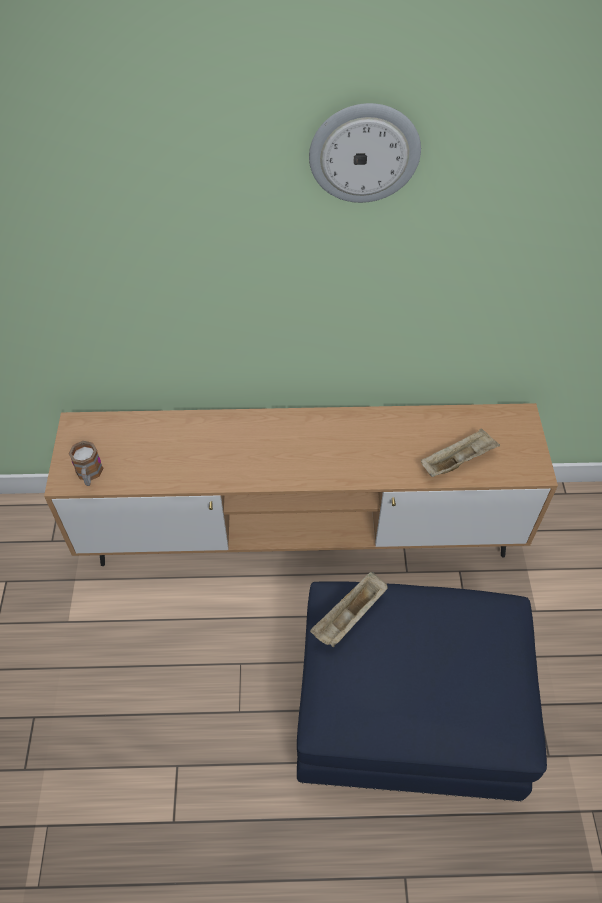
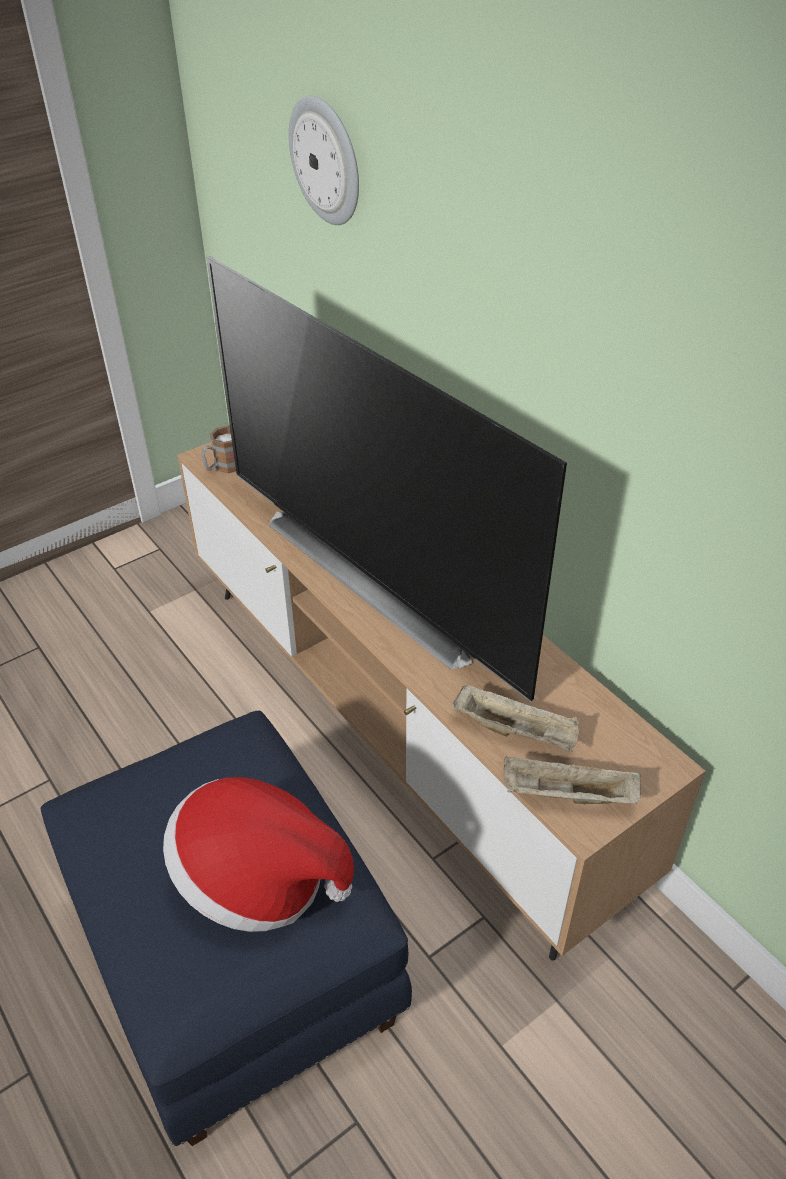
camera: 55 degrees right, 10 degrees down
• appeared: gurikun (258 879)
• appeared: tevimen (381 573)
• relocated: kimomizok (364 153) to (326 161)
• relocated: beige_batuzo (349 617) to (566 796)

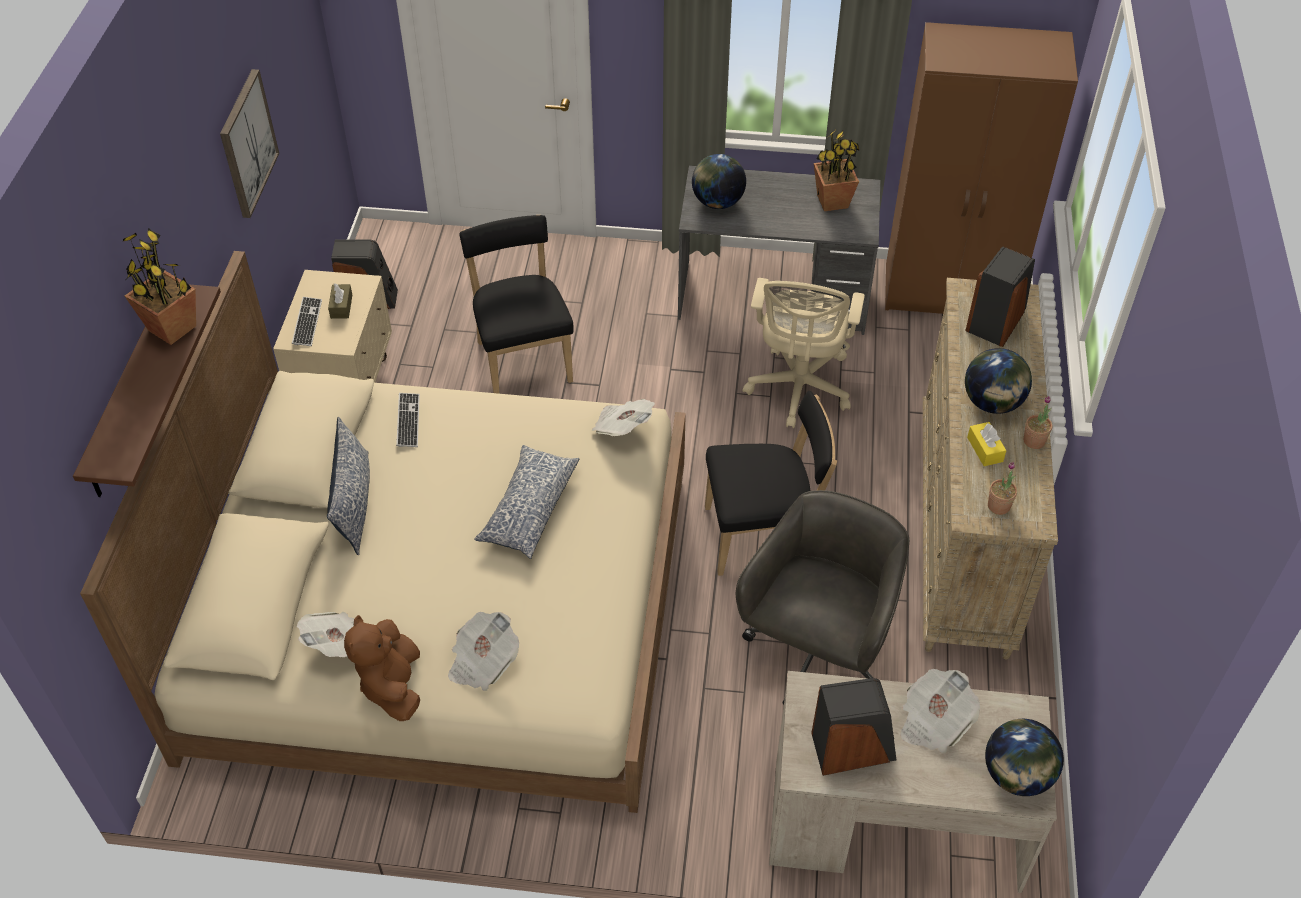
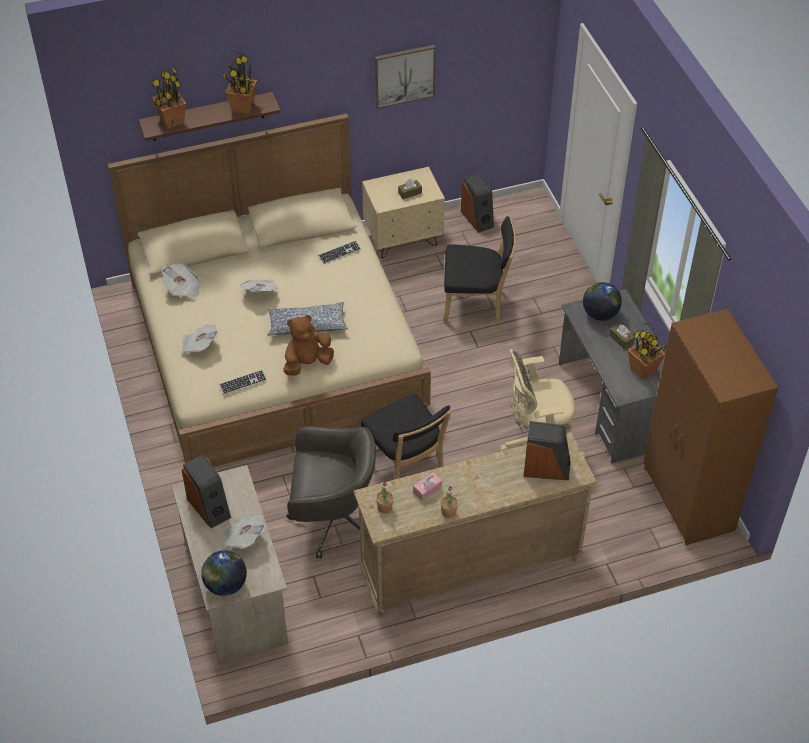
camera: 65 degrees right, 0 degrees up
• missing: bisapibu (354 502)
• missing: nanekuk (992 403)
• appeared: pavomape (171 121)
• appeared: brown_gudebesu (621 339)
• relocated: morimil (307 323) to (243 383)
• relocated: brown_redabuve (392 685) to (307 363)
• relocated: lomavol (622 427) to (261 292)
• colour: yellow_gudebesu (985 449) to pink_gudebesu (427 490)
• spun: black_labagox (523 358) = (476 304) 45 degrees clockwise

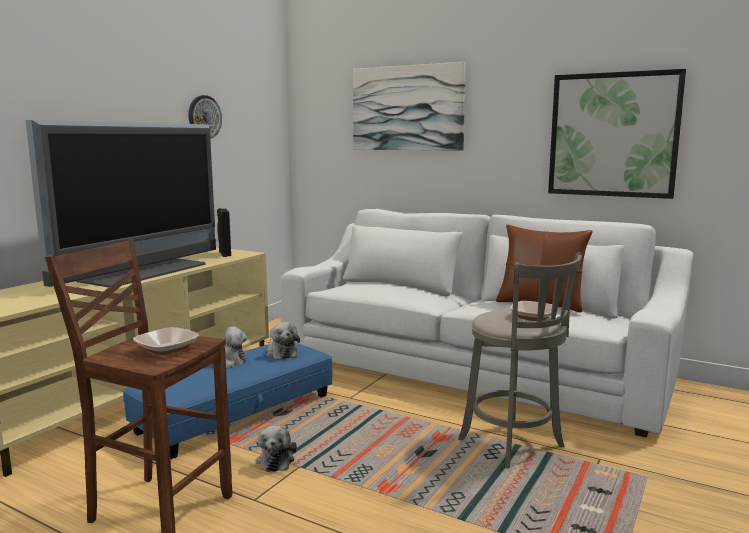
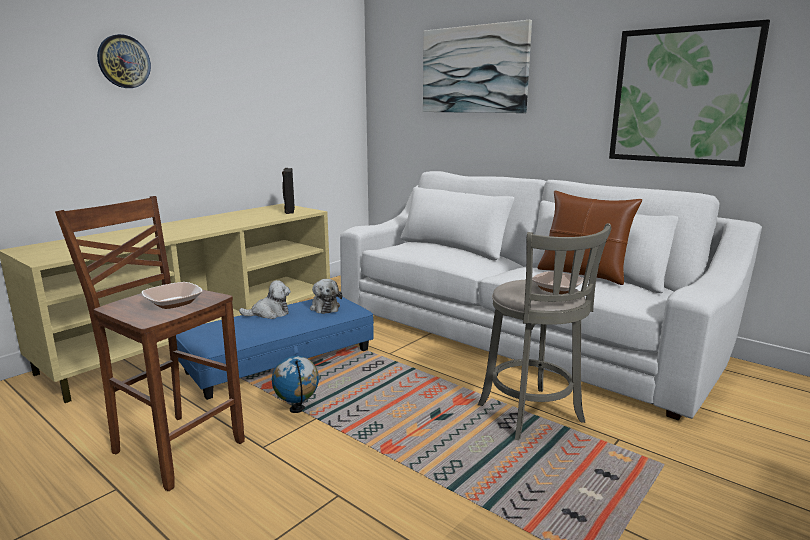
camera: 10 degrees right, 5 degrees up
• missing: tevimen (145 272)
• relocated: kimomizok (204 117) to (124 61)
• exchanged: redabuve (275 460) to nanekuk (297 409)

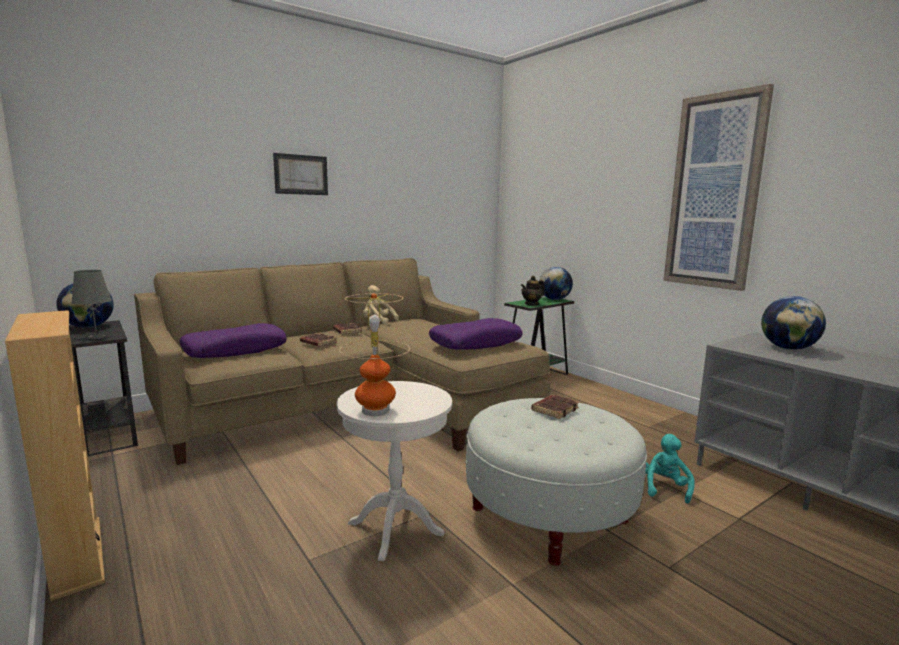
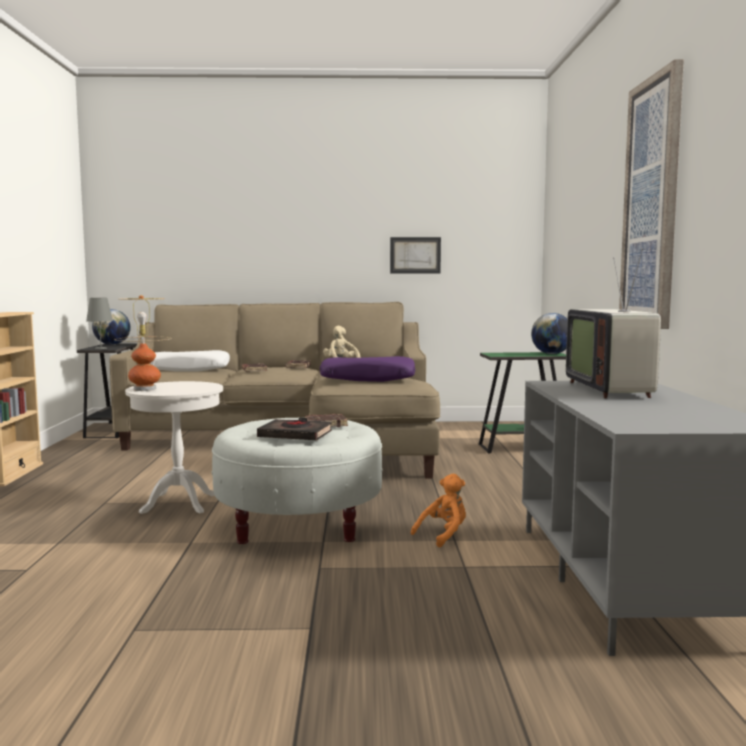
camera: 35 degrees right, 5 degrees down
• missing: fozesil (532 304)
• appeared: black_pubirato (295 435)
• relocated: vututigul (301 174) to (415 255)
• exchanged: nanekuk (788 348) to tevimen (613 389)
• colour: purple_bisapibu (235 350) to white_bisapibu (188 369)
• colour: turquoise_redabuve (664 488) to orange_redabuve (443 535)

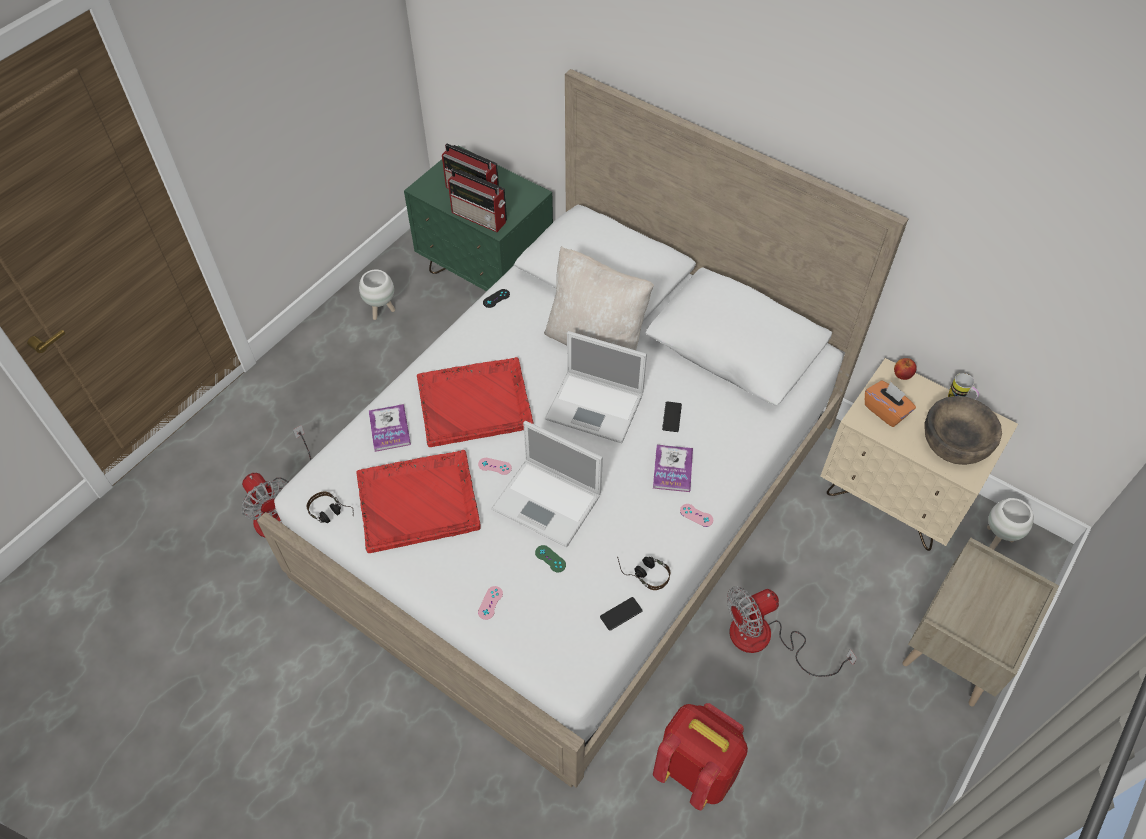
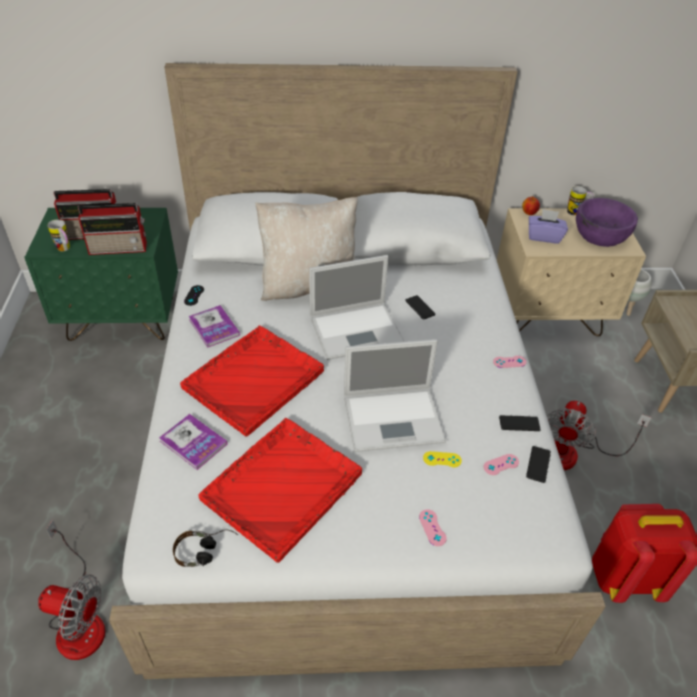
camera: 40 degrees left, 10 degrees down
• missing: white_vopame (382 311)
• appeared: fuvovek (65 249)
• relocated: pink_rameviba (494 466) to (501 464)
• relocated: pubirato (672 469) to (214 327)
• exchanged: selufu (643 572) to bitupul (519 423)
• colour: green_rameviba (550 559) to yellow_rameviba (442 459)
• colour: orange_gudebesu (885 411) to purple_gudebesu (544 236)
• colour: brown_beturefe (955 442) to purple_beturefe (600 234)

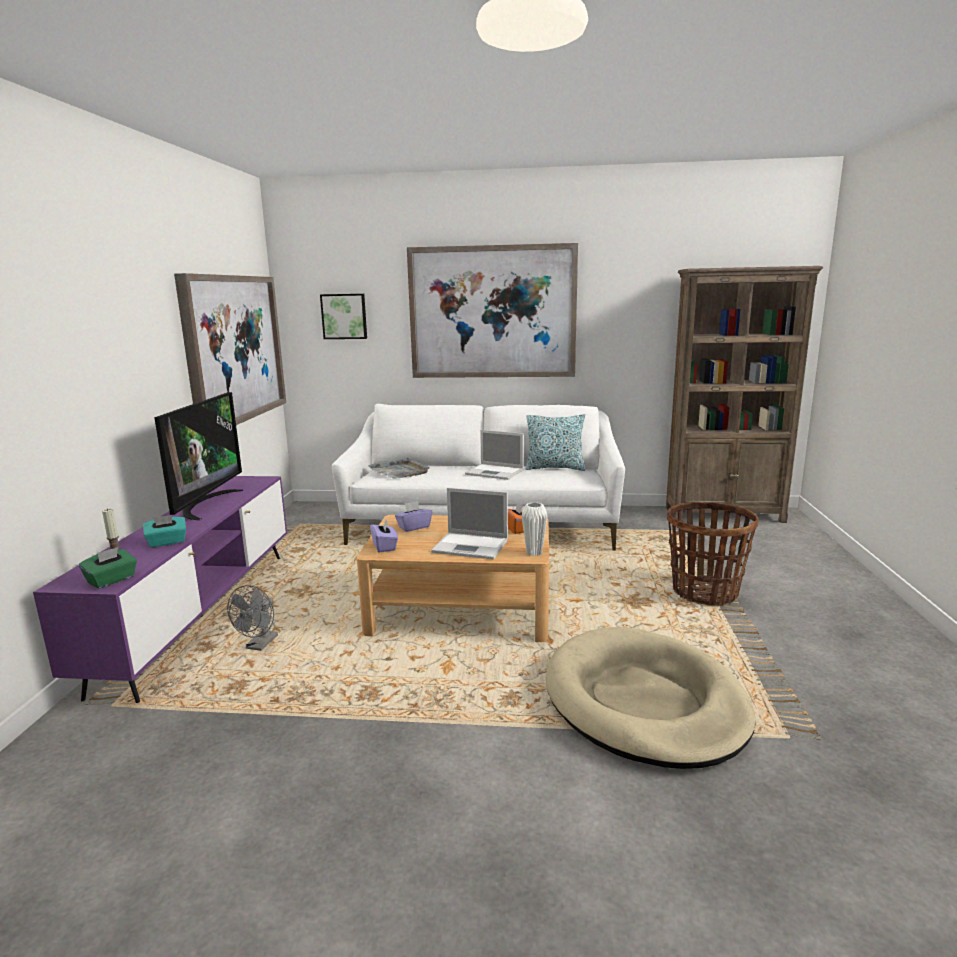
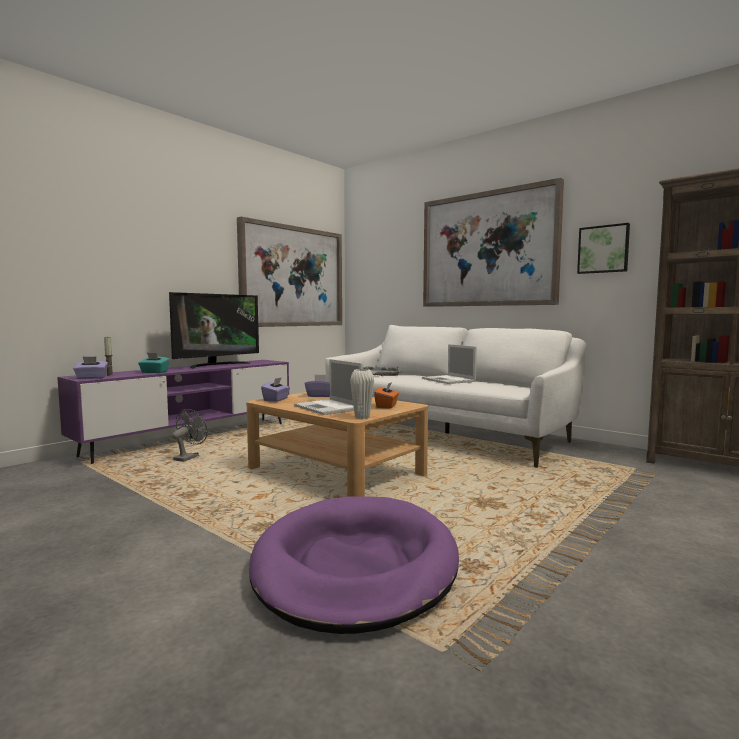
camera: 35 degrees right, 10 degrees down
• missing: bisapibu (555 468)
• missing: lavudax (704 592)
• relocated: vututigul (344 316) to (603 249)
• colour: green_gudebesu (112 580) to purple_gudebesu (91 378)
• colour: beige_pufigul (644 701) to purple_pufigul (355 566)
• spun: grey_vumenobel (259 645) = (189 457) 150 degrees clockwise

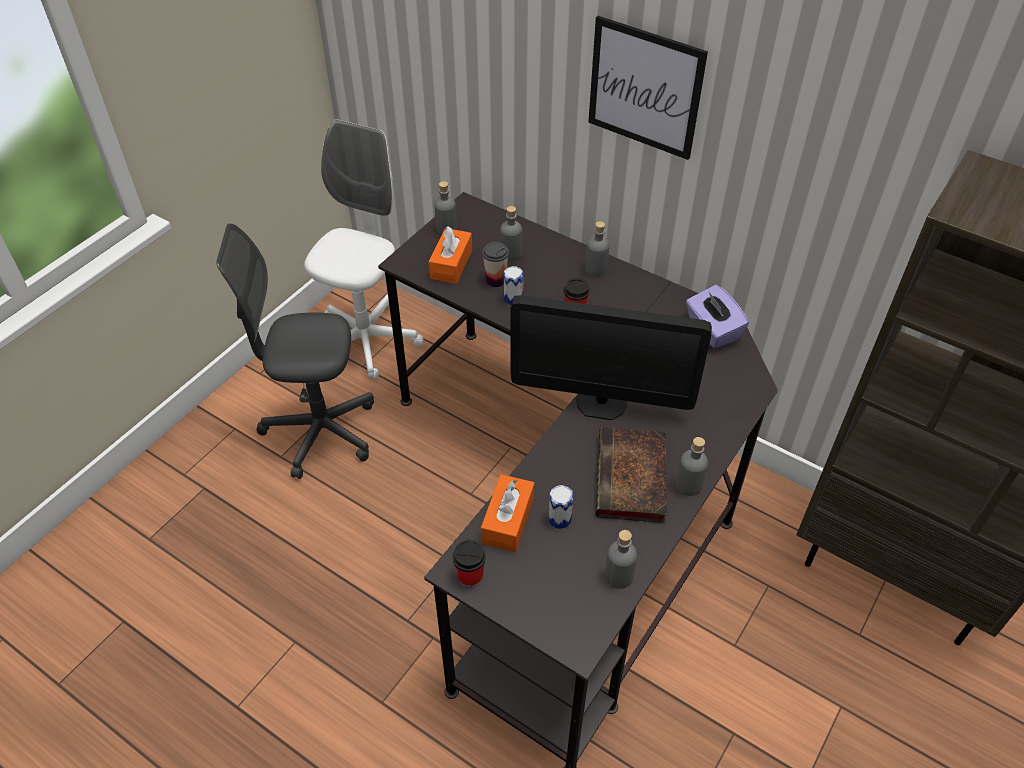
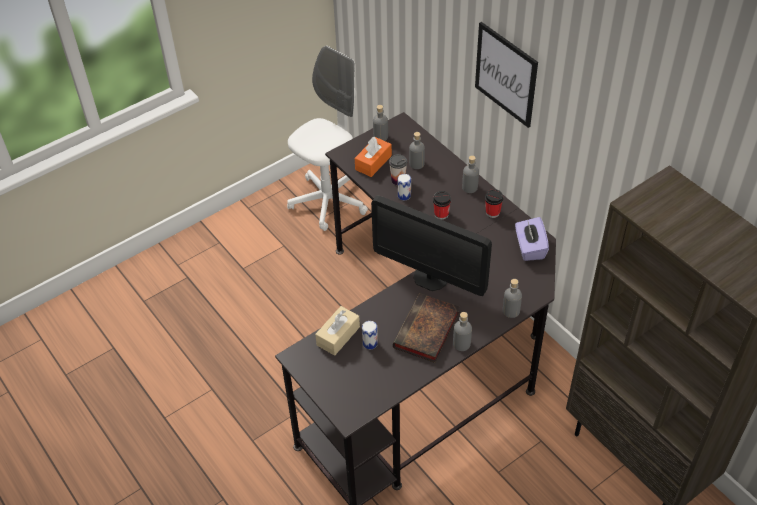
camera: 20 degrees right, 0 degrees up
• missing: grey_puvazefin (320 432)
• relocated: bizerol (470 576) to (492 212)
• relocated: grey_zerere (618 576) to (511 311)
• colour: orange_gudebesu (508 520) to beige_gudebesu (338 336)

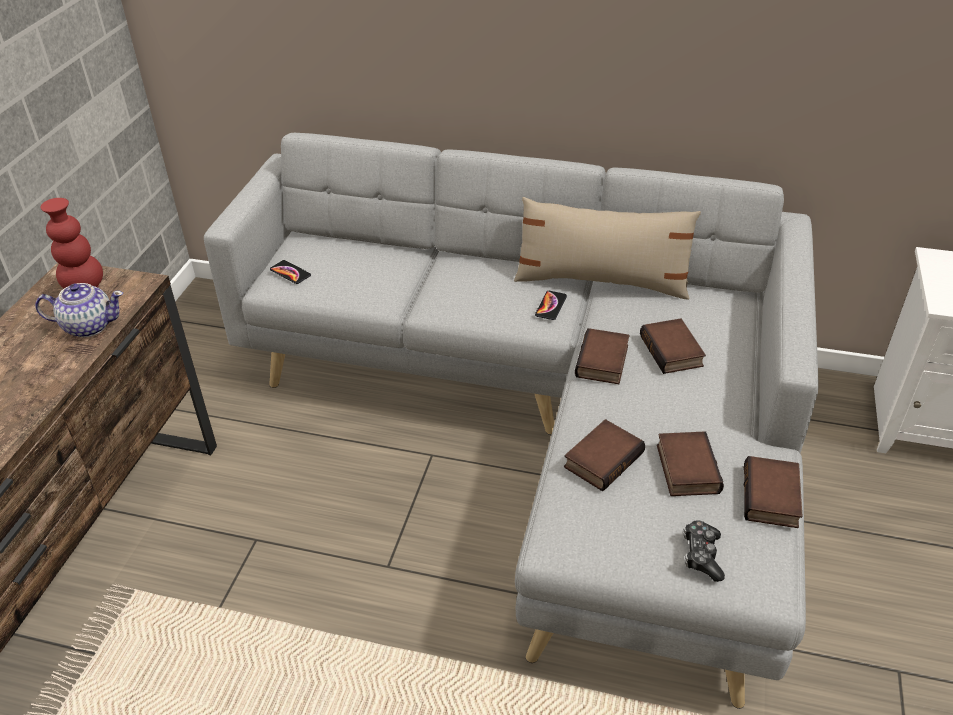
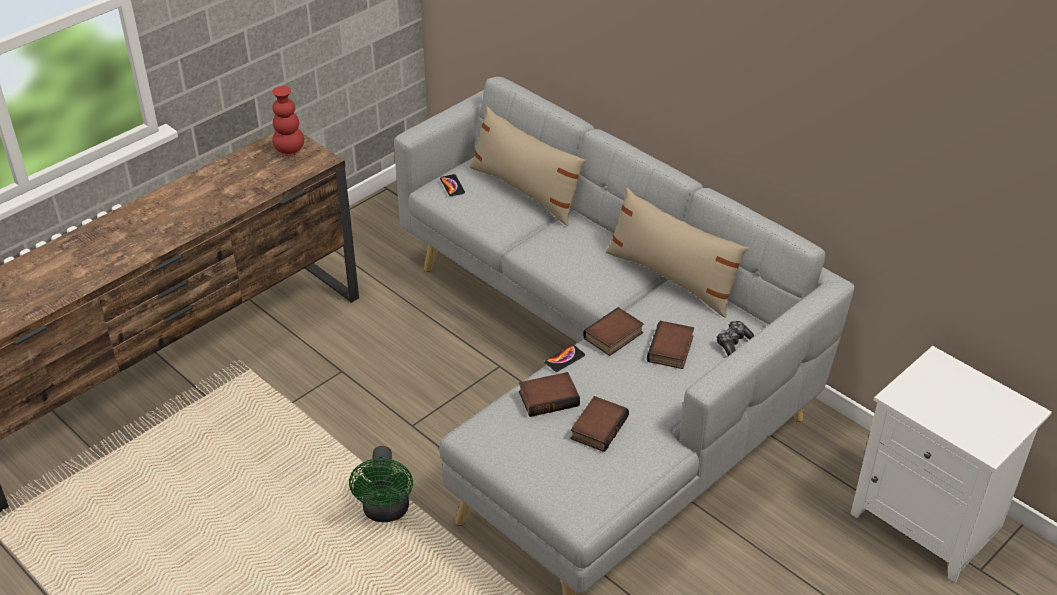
camera: 30 degrees right, 0 degrees up
• missing: fozesil (88 326)
• missing: pubirato (772 498)
• appeared: green_vumenobel (386 512)
• appeared: beige_bisapibu (526 191)
• relocated: bitupul (550 306) to (564 359)
• relocated: rameviba (702 555) to (733 343)

